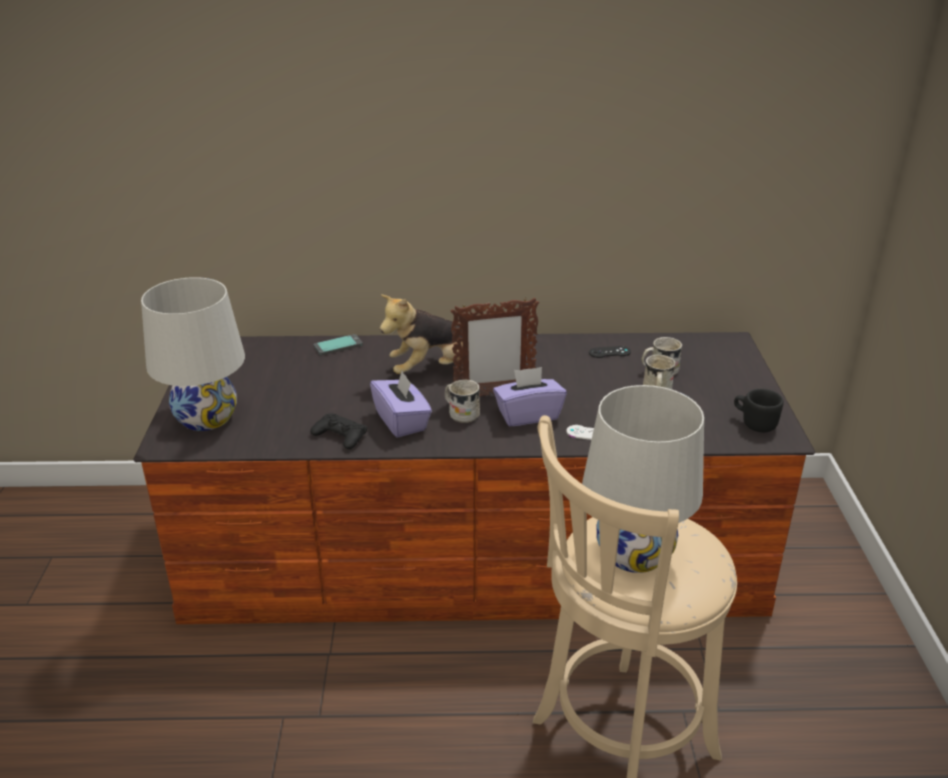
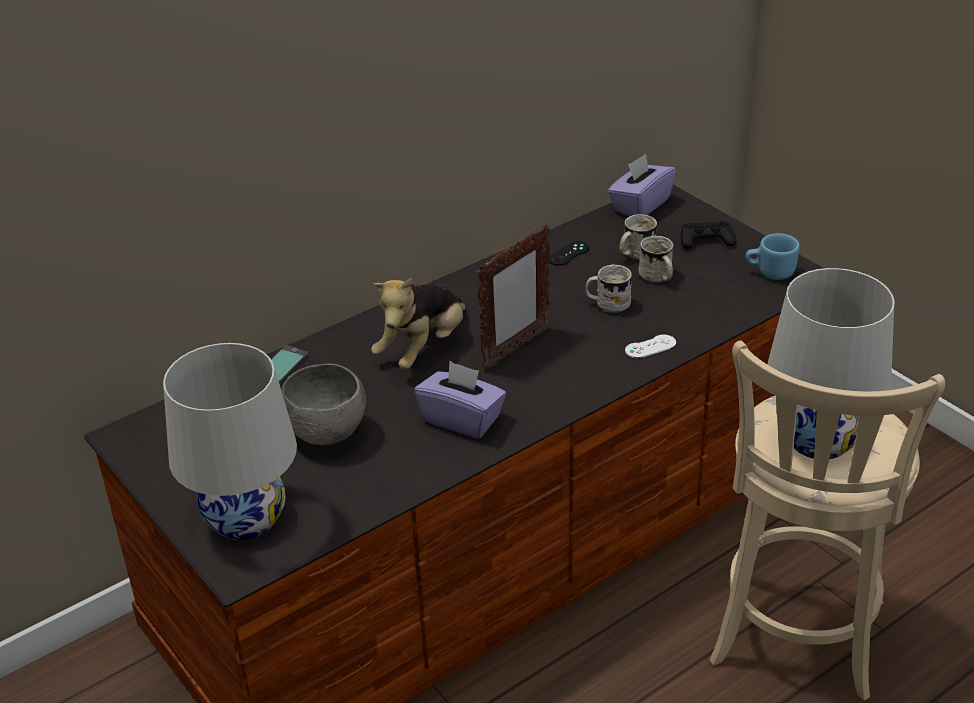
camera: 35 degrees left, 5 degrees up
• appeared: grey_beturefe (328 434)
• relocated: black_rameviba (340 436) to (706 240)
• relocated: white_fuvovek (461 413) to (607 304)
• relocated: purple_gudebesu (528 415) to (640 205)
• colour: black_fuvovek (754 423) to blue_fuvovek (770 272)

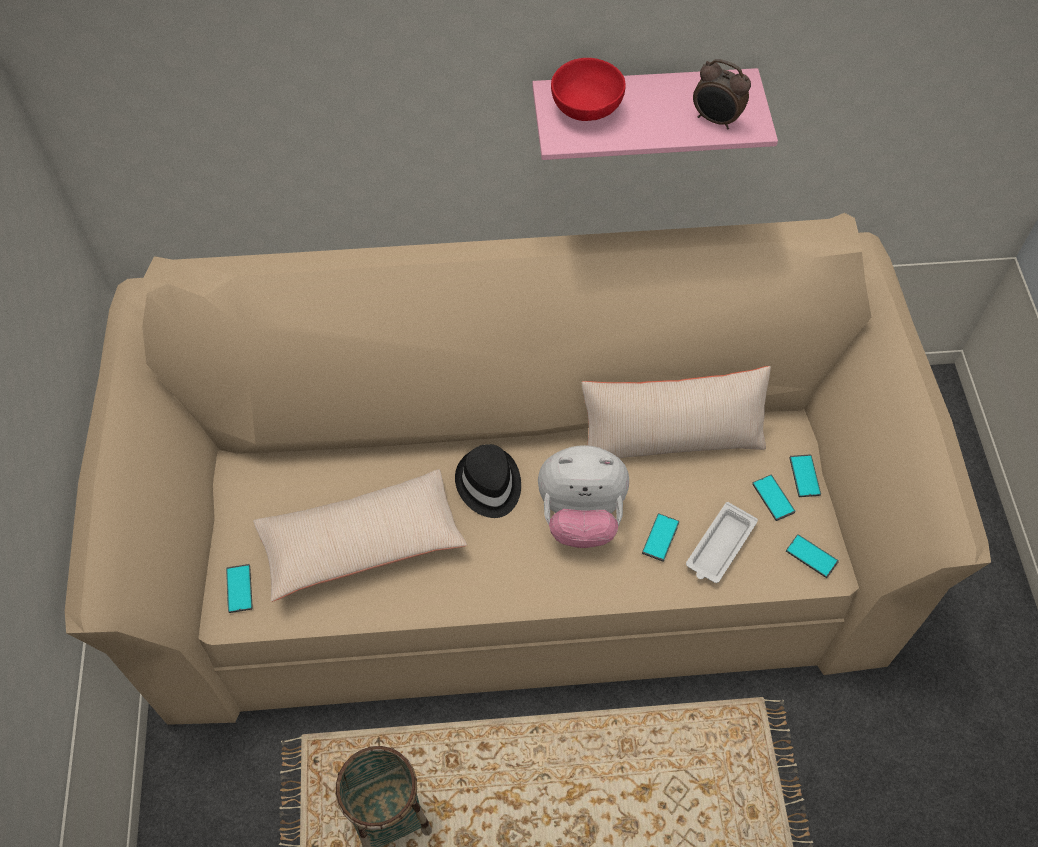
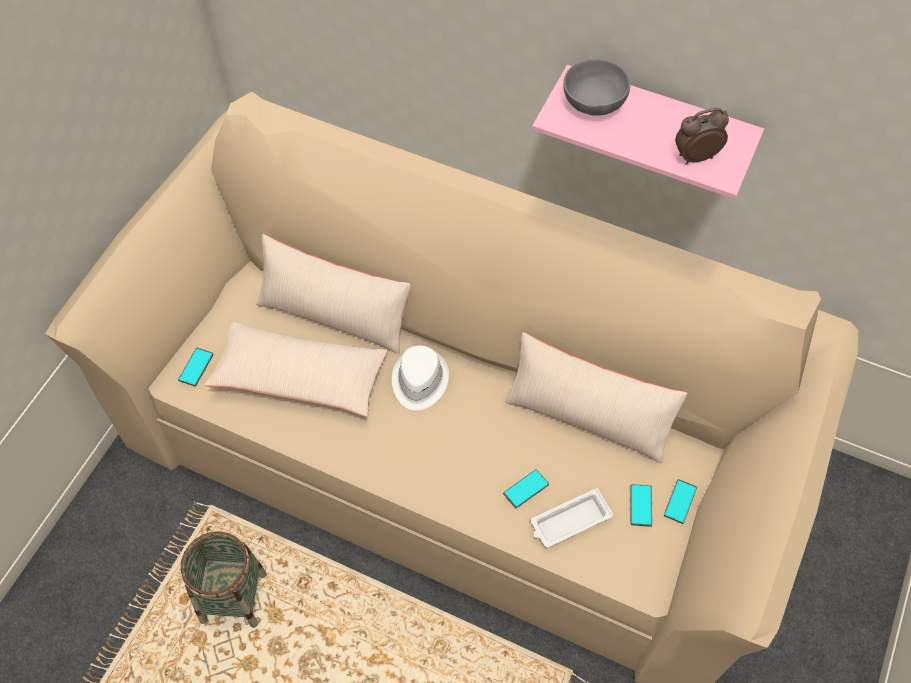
camera: 30 degrees right, 0 degrees up
• missing: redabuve (581 516)
• missing: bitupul (811 556)
• appeared: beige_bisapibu (334 314)
• colour: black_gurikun (488 484) to white_gurikun (419 380)
• colour: red_beturefe (586 110) to grey_beturefe (593 105)
• spun: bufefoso (716 120) = (695 156) 105 degrees clockwise

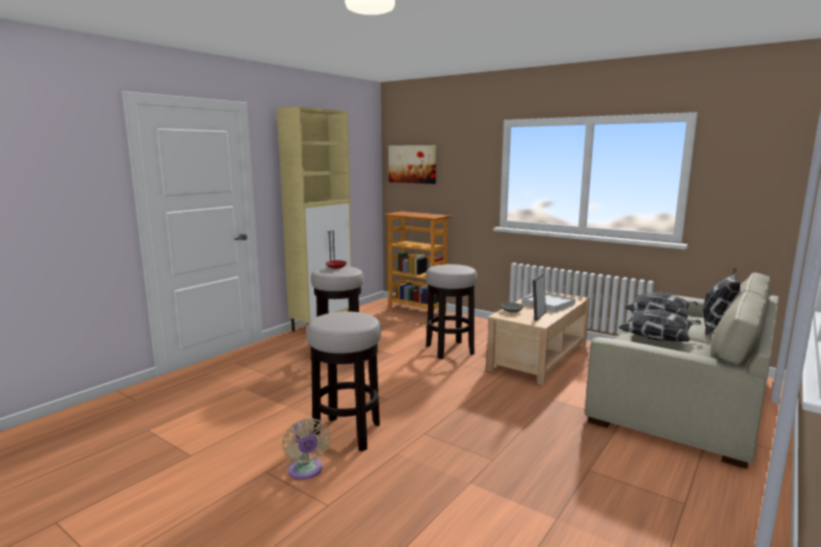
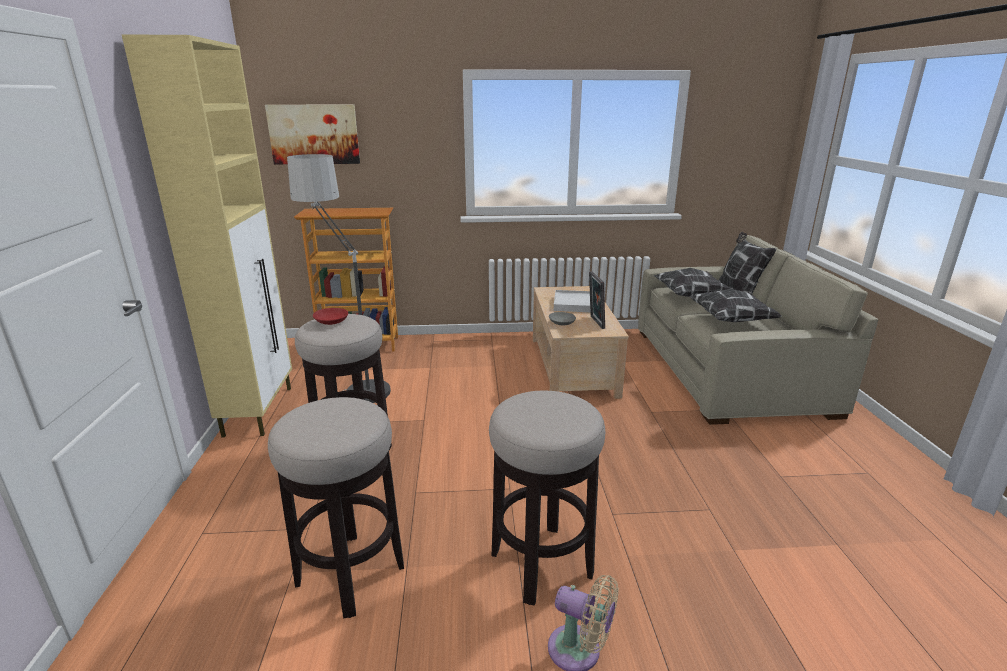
camera: 40 degrees left, 10 degrees up
• appeared: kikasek (351 382)
• relocated: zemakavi (449 350) to (350 574)

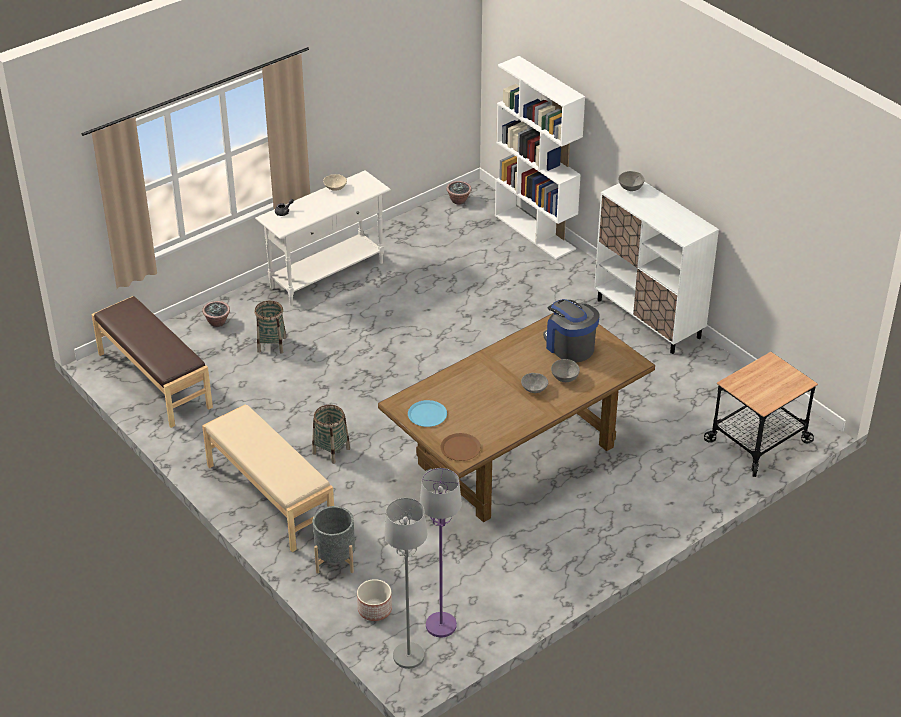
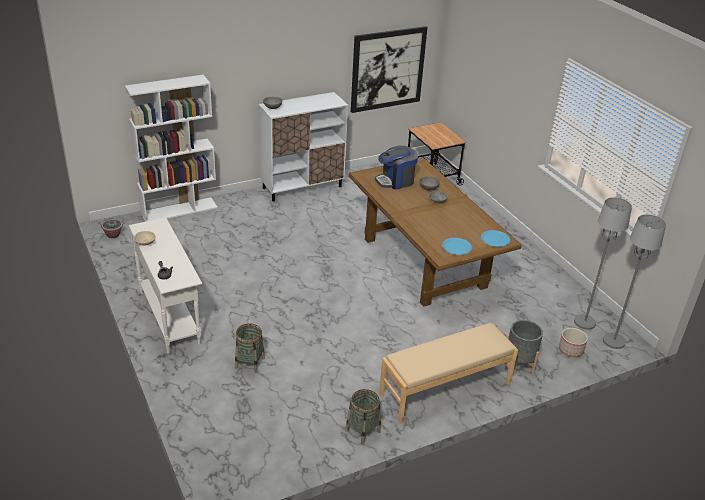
camera: 80 degrees left, 5 degrees down
• missing: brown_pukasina (153 380)
• missing: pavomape (217 322)
• appeared: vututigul (387 69)
• relocated: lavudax (331 451) to (362 431)
• colour: purple_kikasek (441 625) to grey_kikasek (585 322)
• colour: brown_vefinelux (460 448) to blue_vefinelux (495 239)

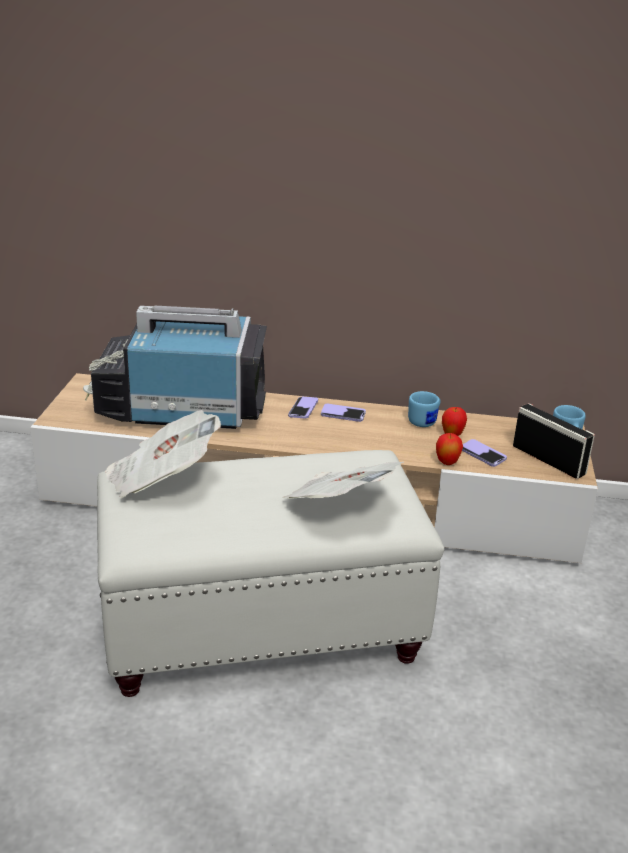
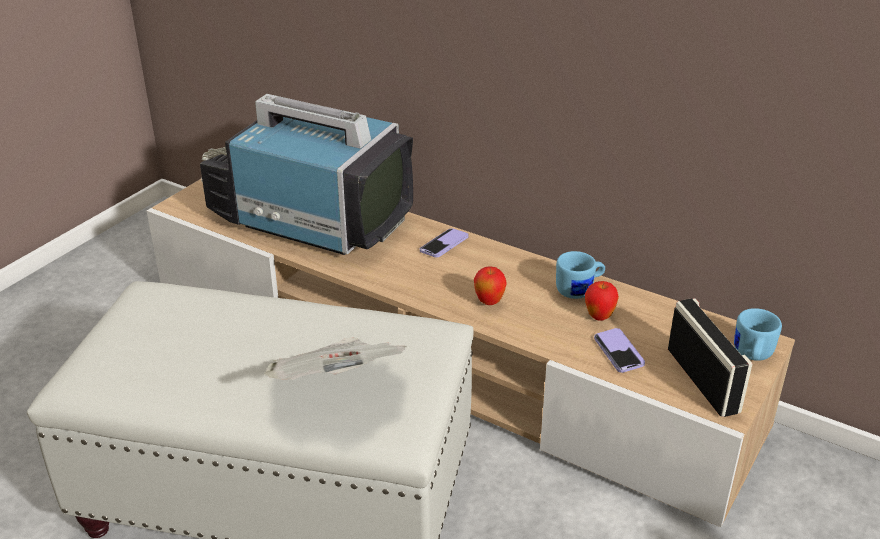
camera: 25 degrees right, 5 degrees up
• missing: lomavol (161 479)
• missing: bitupul (343 414)
• relocated: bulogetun (447 463) to (489 302)

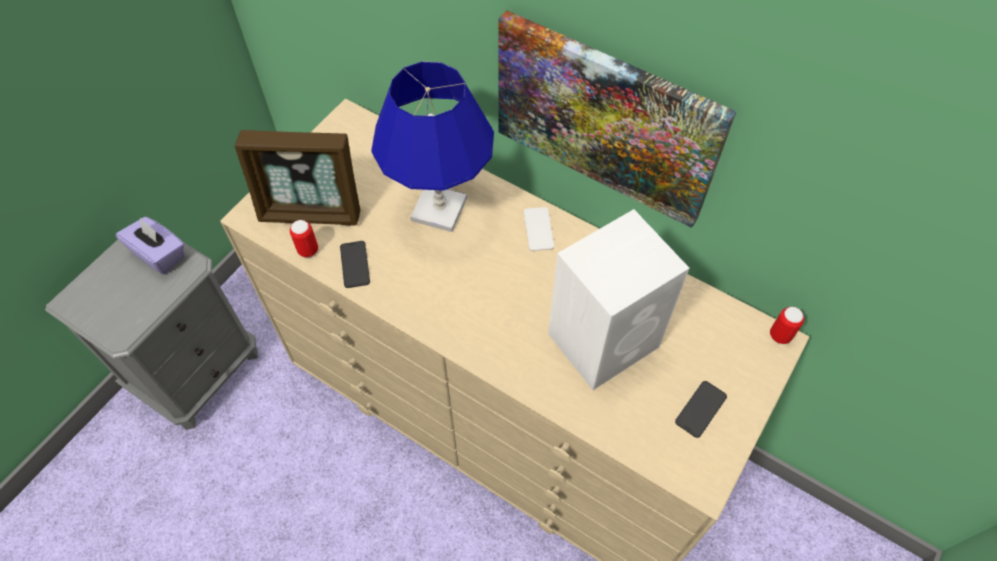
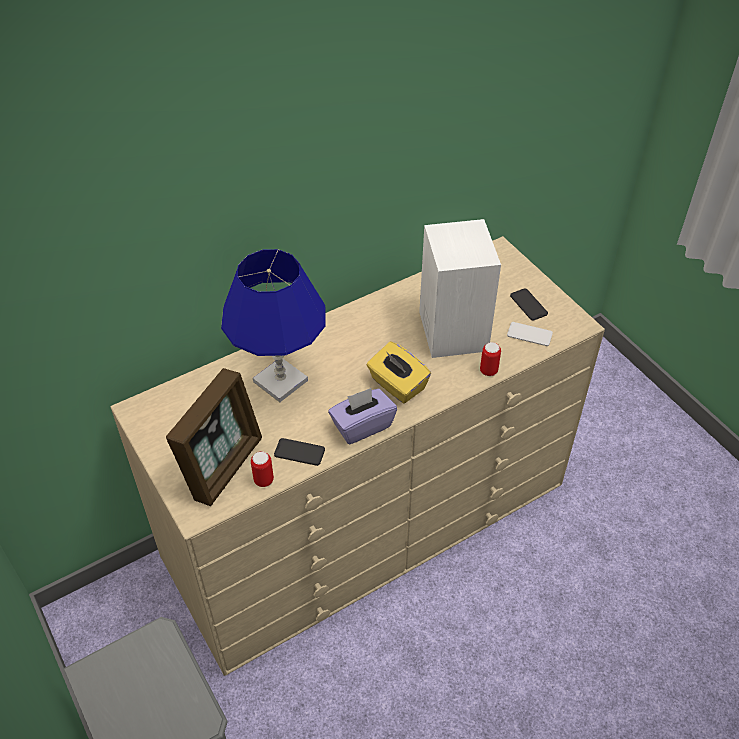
camera: 65 degrees left, 10 degrees down
• missing: vututigul (606 118)
• appeared: yellow_gudebesu (397 385)
• relocated: purple_gudebesu (159 254) to (362 426)
• relocated: bitupul (538 229) to (529 334)
• relocated: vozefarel (780 335) to (488 371)

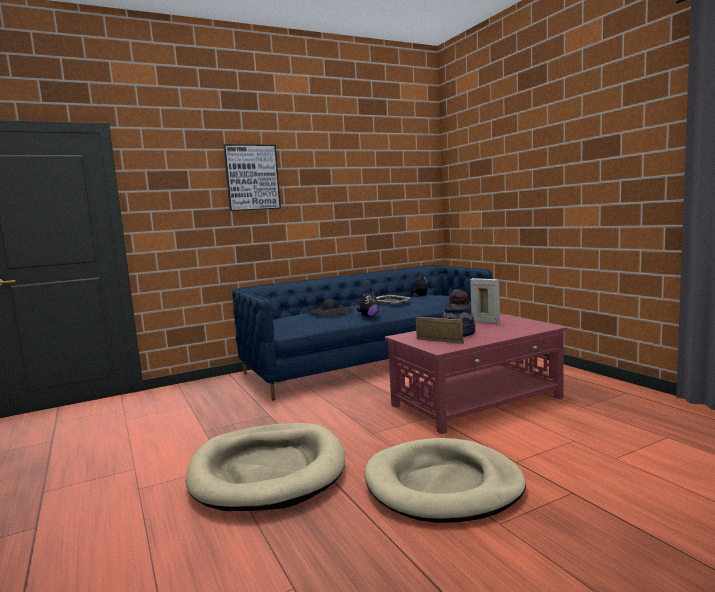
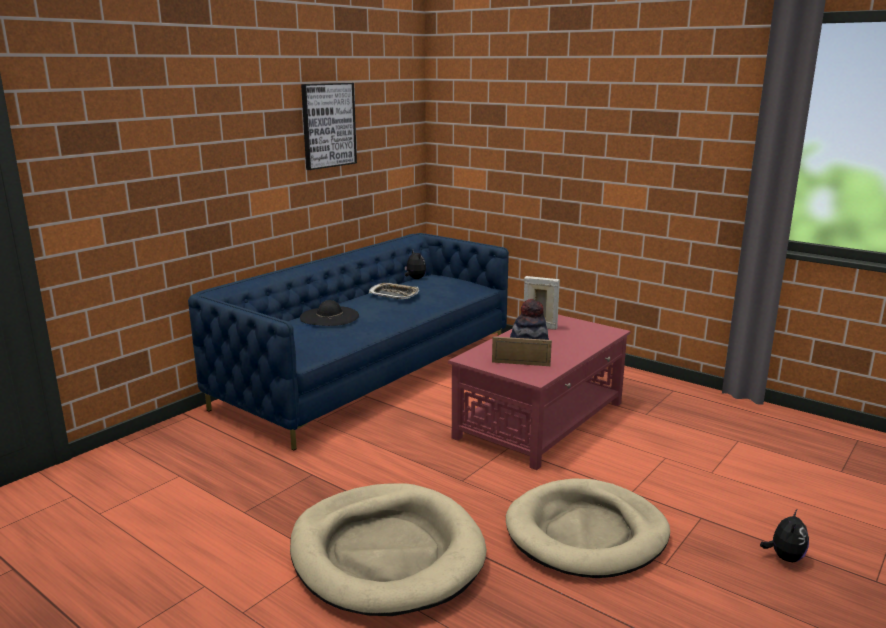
camera: 25 degrees left, 10 degrees up
• relocated: vututigul (252 177) to (328 125)
• relocated: redabuve (369 316) to (784 557)

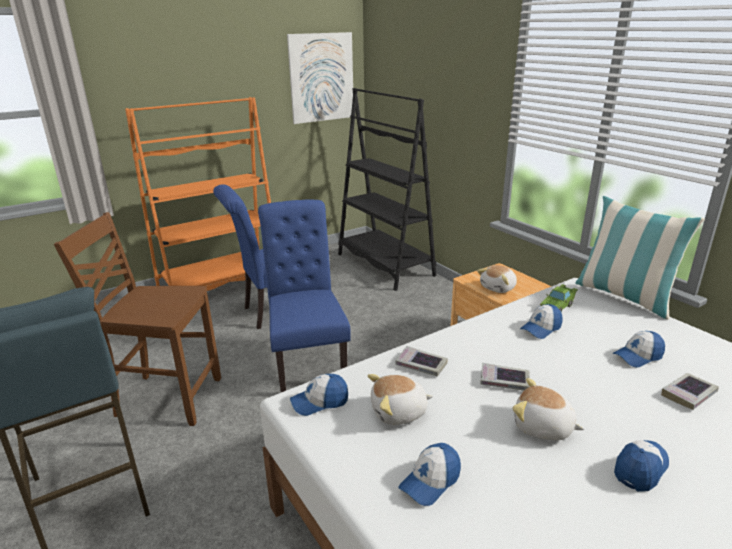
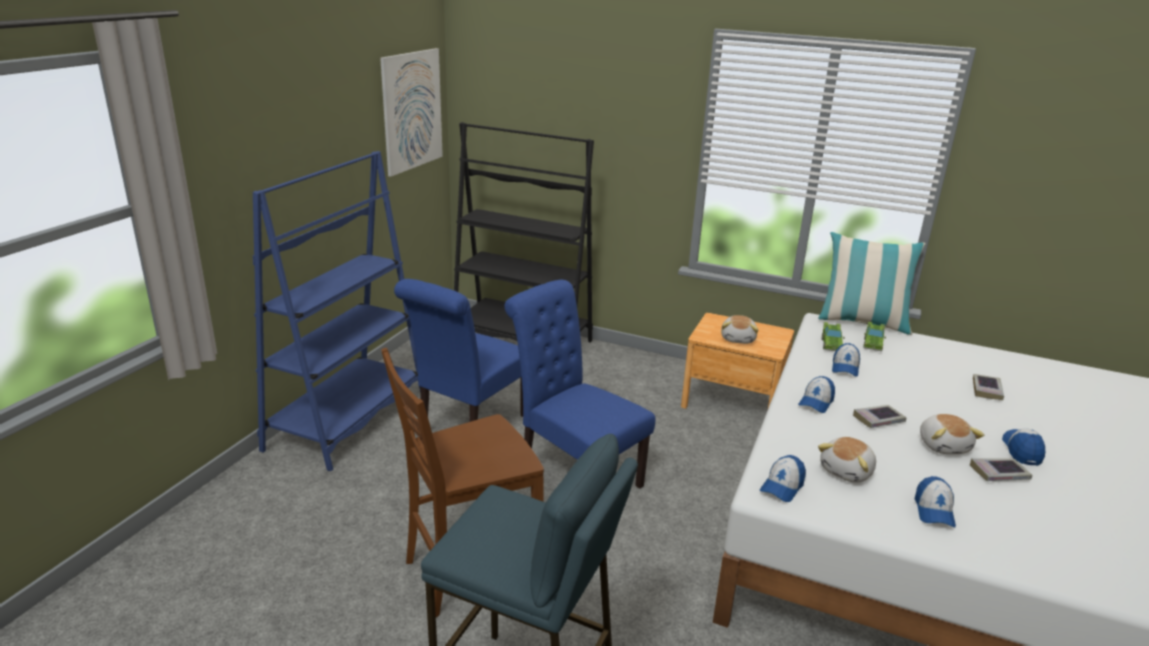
camera: 35 degrees left, 0 degrees up
• appeared: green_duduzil (872 343)
• relocated: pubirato (421 365) to (999 473)
• relocated: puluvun (637 356) to (816 402)
• colour: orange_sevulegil (221 286) to blue_sevulegil (348 420)
• spun: redabuve (542 427) = (944 445) 90 degrees counterclockwise

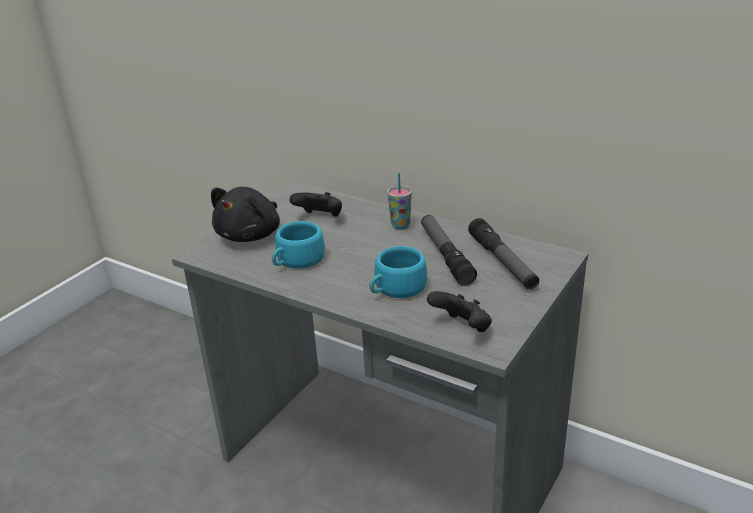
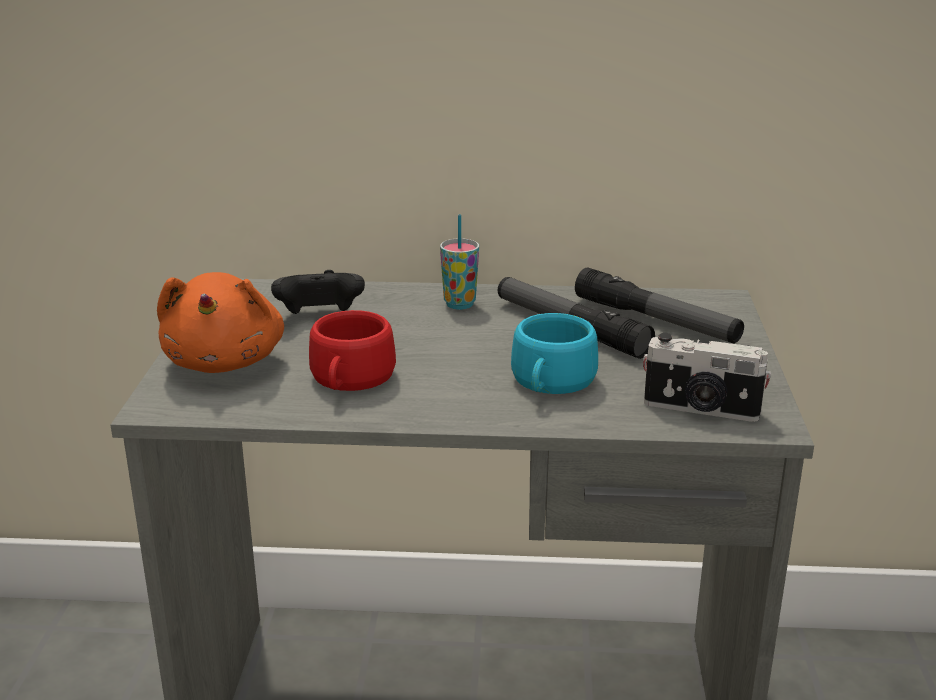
camera: 30 degrees left, 5 degrees down
• exchanged: black_rameviba (462 328) to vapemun (701 410)
• colour: black_redabuve (251 235) to orange_redabuve (226 361)
• colour: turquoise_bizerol (296 261) to red_bizerol (350 381)

